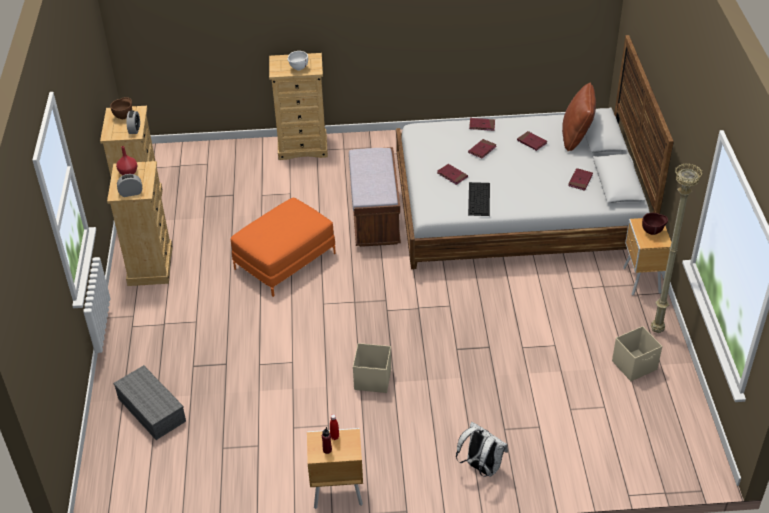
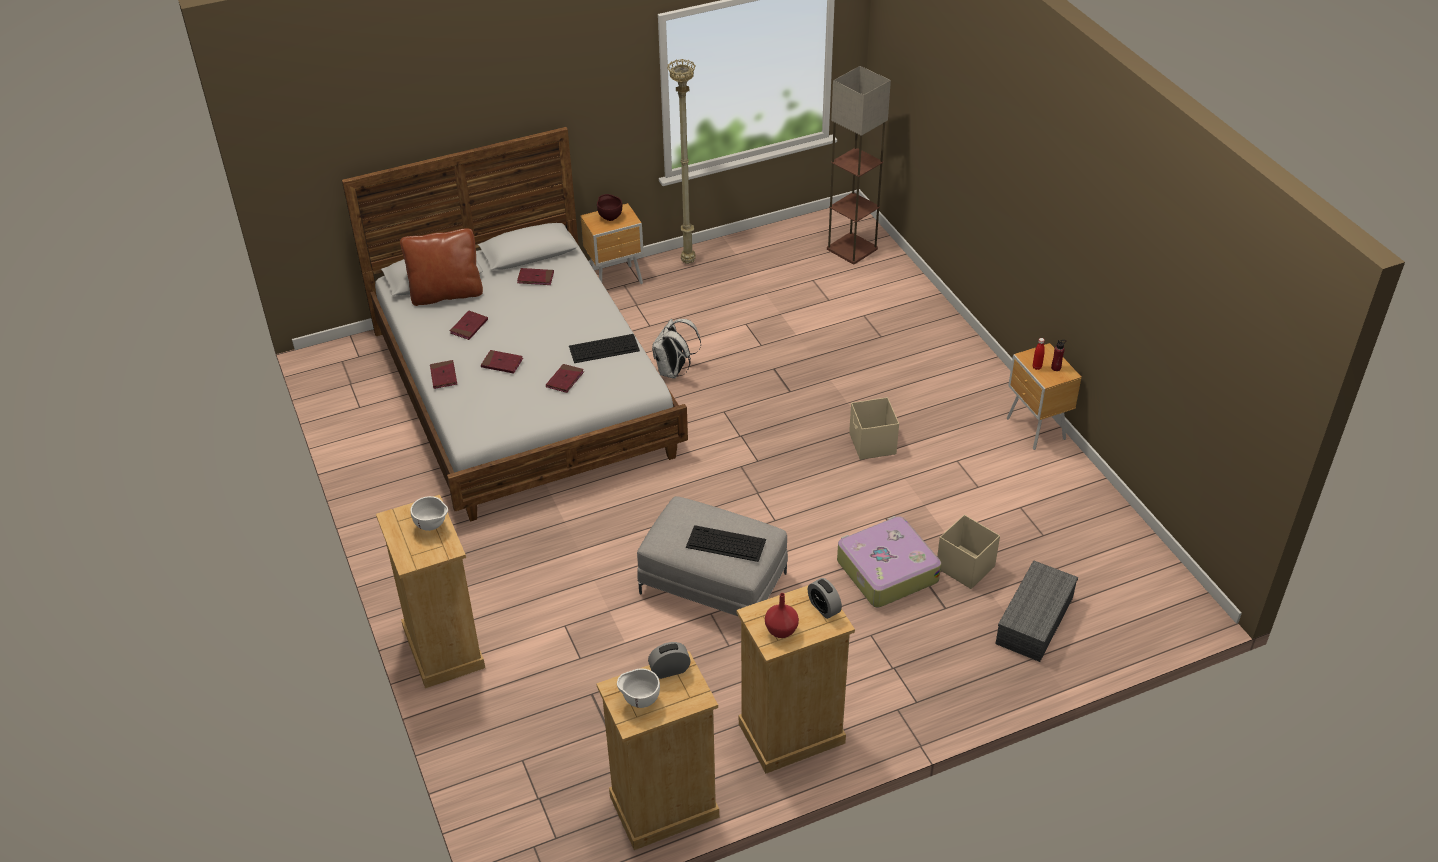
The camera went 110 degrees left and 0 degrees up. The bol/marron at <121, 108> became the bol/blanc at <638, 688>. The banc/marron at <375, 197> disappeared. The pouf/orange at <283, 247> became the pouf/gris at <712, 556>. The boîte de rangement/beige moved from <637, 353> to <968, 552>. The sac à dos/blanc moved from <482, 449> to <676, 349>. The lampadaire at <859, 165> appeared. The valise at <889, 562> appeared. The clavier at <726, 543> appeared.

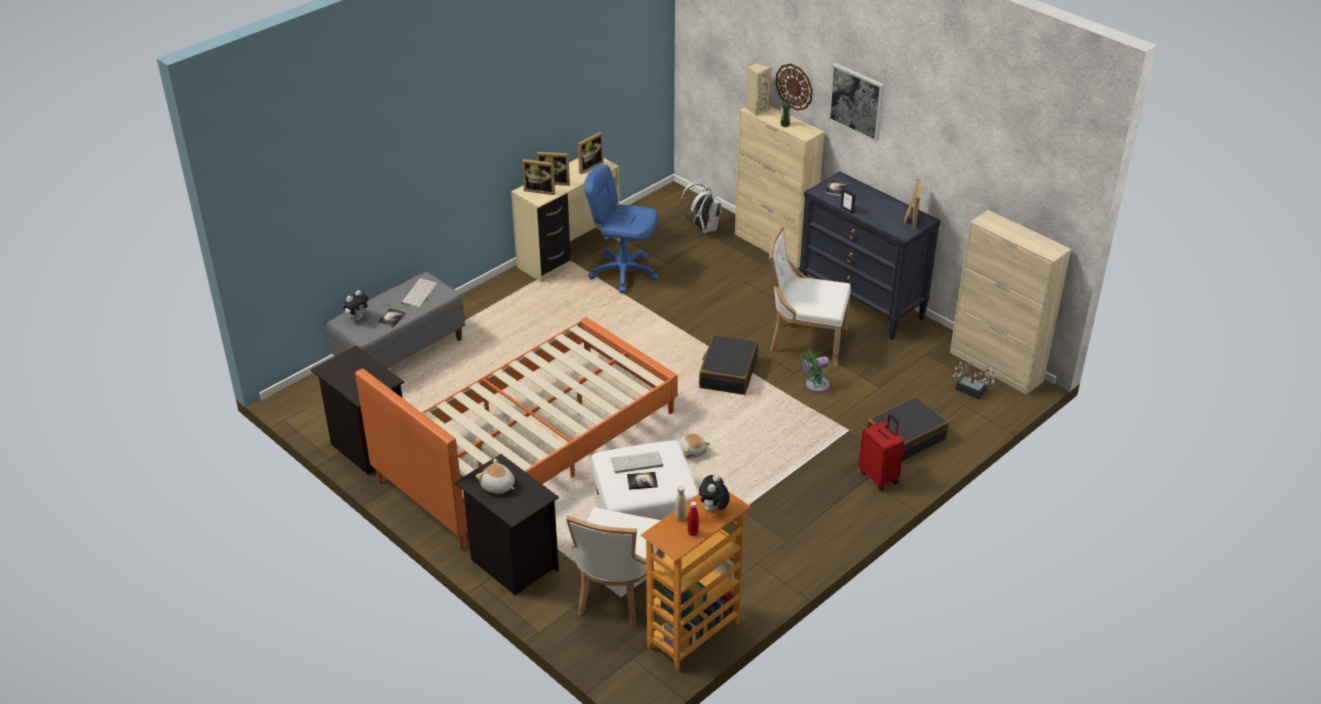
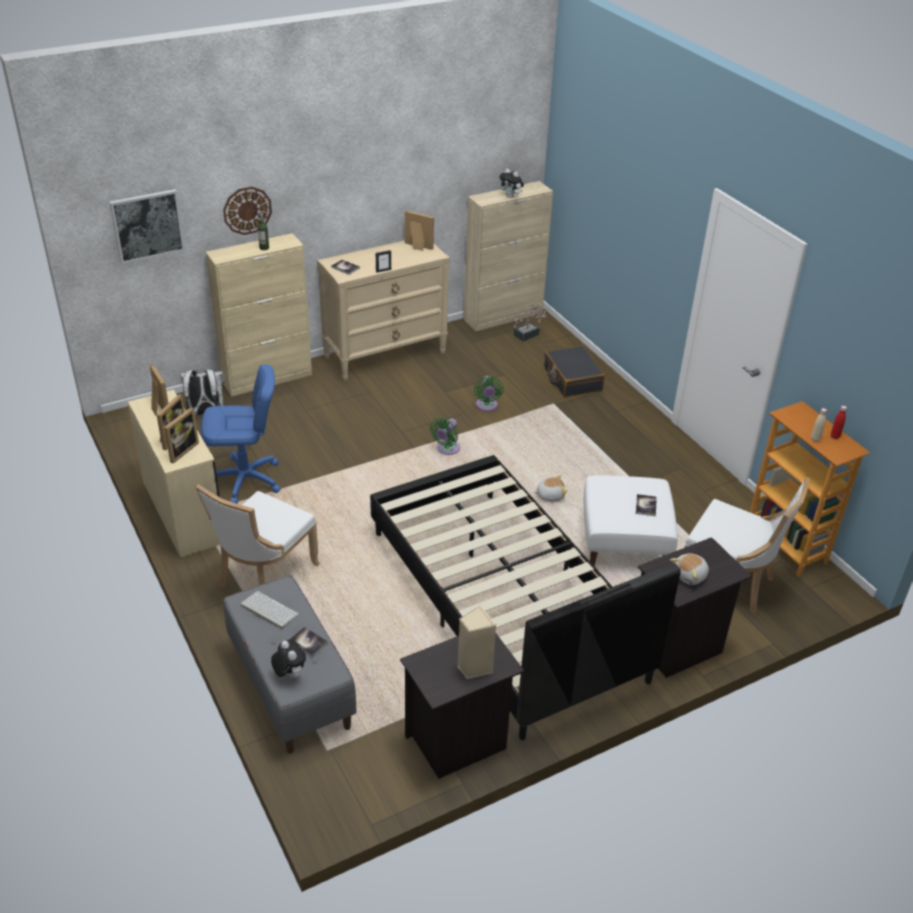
The camera went 75 degrees left and 0 degrees up. The enceinte/beige moved from <759, 89> to <476, 642>. The tableau moved from <856, 102> to <147, 226>. The chaise de bureau/bleu at <621, 229> turned 135 degrees counterclockwise. The commode/noir at <870, 255> became the commode/beige at <383, 310>. The chaise/blanc moved from <810, 296> to <258, 536>. The lit/orange at <516, 433> became the lit/noir at <525, 597>. The valise/noir at <728, 365> was replaced by the ventilateur/vert at <445, 436>. The valise/rouge at <881, 452> disappeared. The clavier at <637, 462> disappeared. The peluche moved from <714, 493> to <511, 183>.

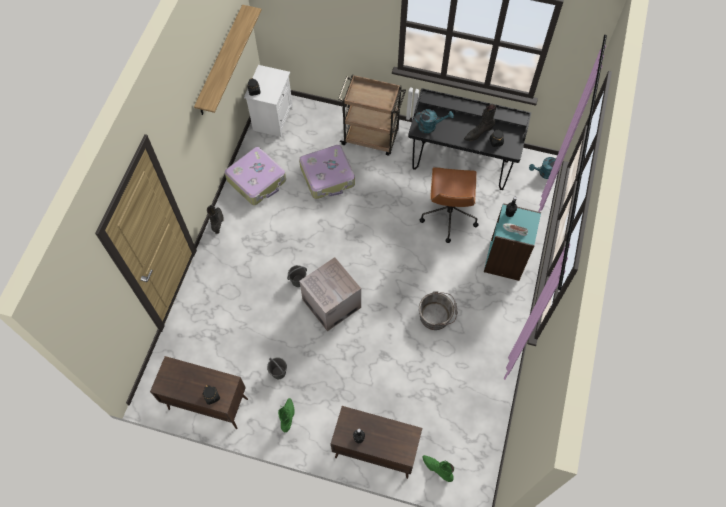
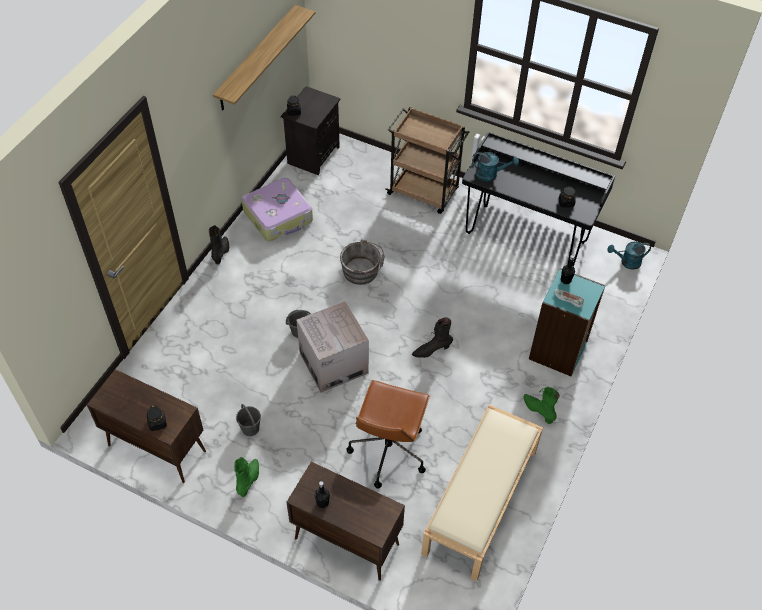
The camera went 10 degrees right and 10 degrees down. The table de chevet/blanc at <268, 101> became the table de chevet/noir at <311, 130>. The botte/noir moved from <480, 122> to <432, 337>. The valise at <327, 172> disappeared. The chaise de bureau/marron moved from <448, 205> to <388, 434>. The seau/gris moved from <438, 310> to <362, 262>. The botte/vert moved from <438, 468> to <542, 405>. The banc/beige at <482, 493> appeared.

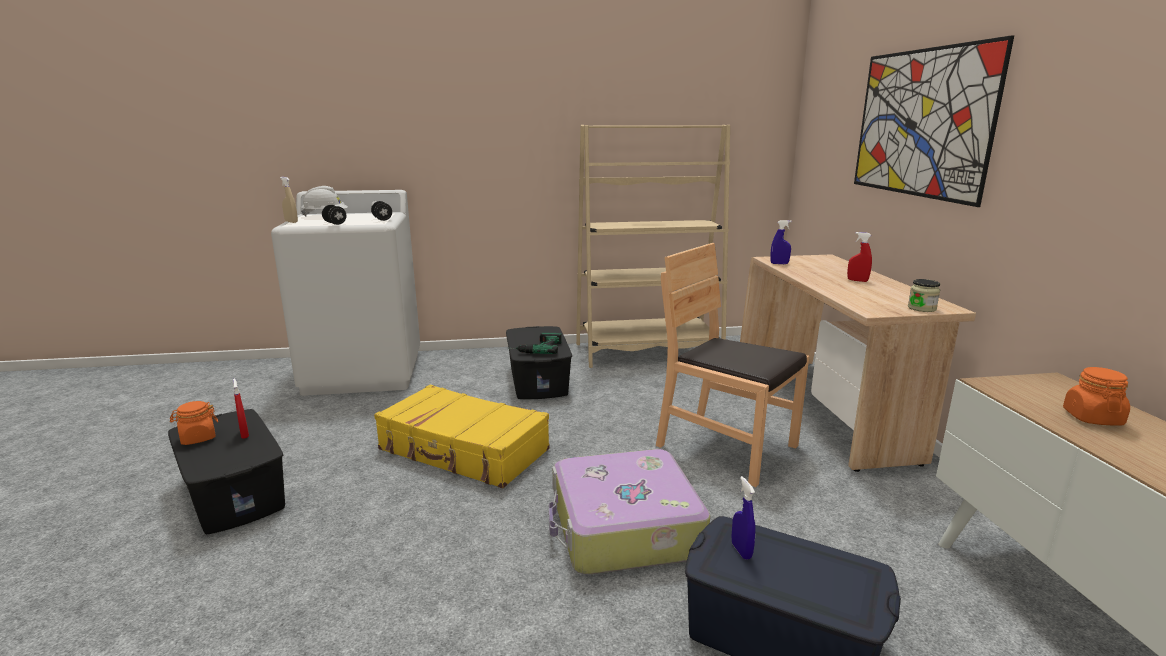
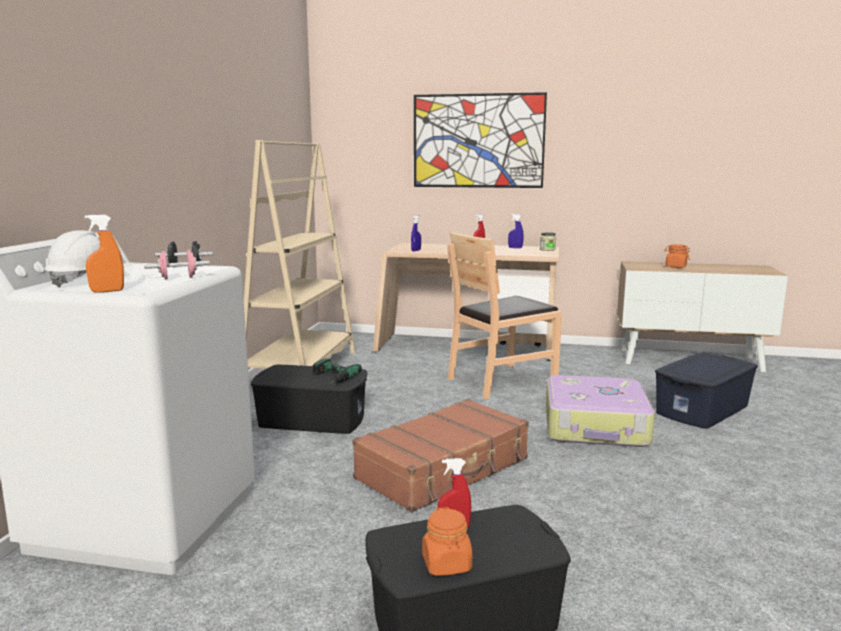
The camera went 70 degrees left and 5 degrees down. The vaporisateur/beige at <289, 200> became the vaporisateur/orange at <104, 253>. The haltère/noir at <334, 215> became the haltère/rose at <177, 265>. The valise/jaune at <462, 437> became the valise/marron at <440, 455>. The vaporisateur/bleu moved from <743, 518> to <515, 231>.

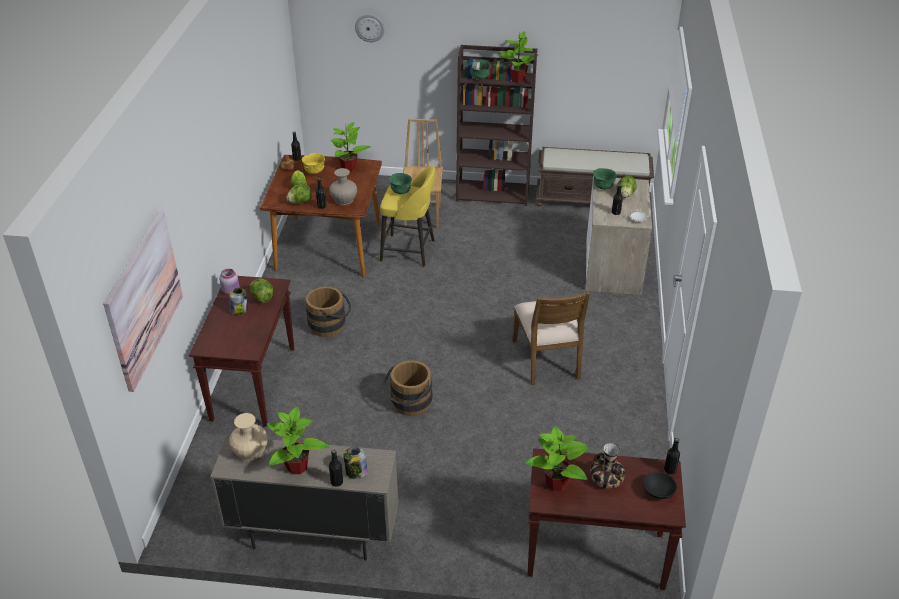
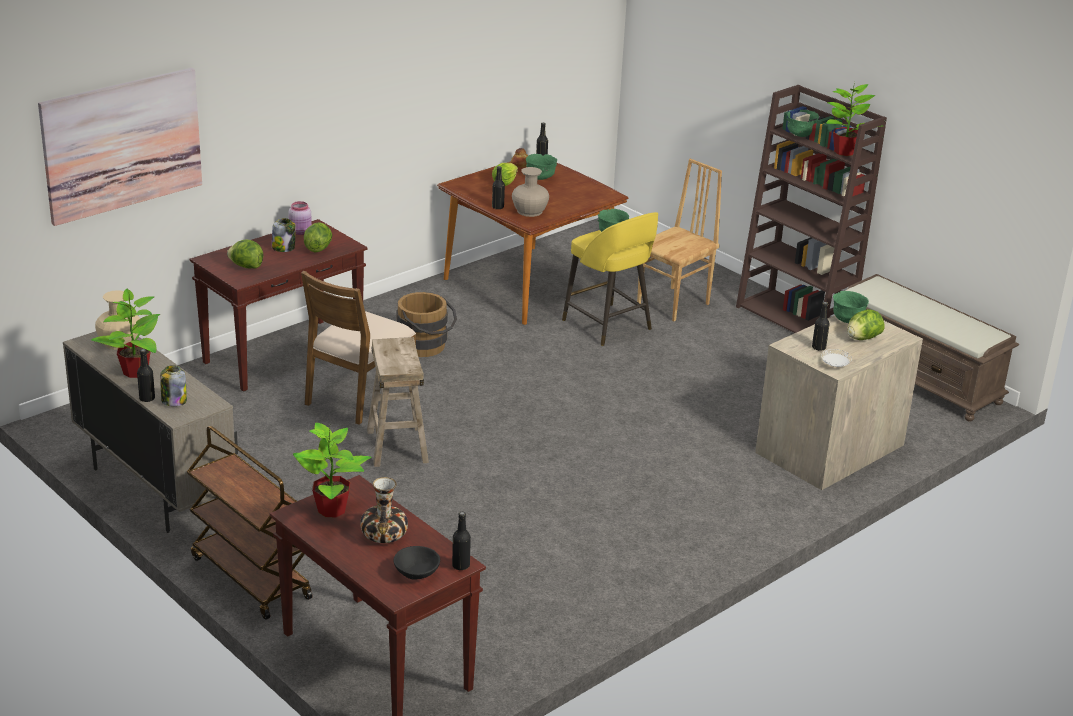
The camera went 40 degrees right and 10 degrees down. The horloge murale at <370, 28> disappeared. The plante en pot at <351, 147> disappeared. The bol/jaune at <313, 163> became the bol/vert at <541, 167>. The laitue moved from <299, 194> to <245, 254>. The chaise/marron moved from <551, 338> to <358, 348>. The seau/marron at <407, 388> was replaced by the tabouret/beige at <398, 402>. The chariot/marron at <250, 523> appeared.

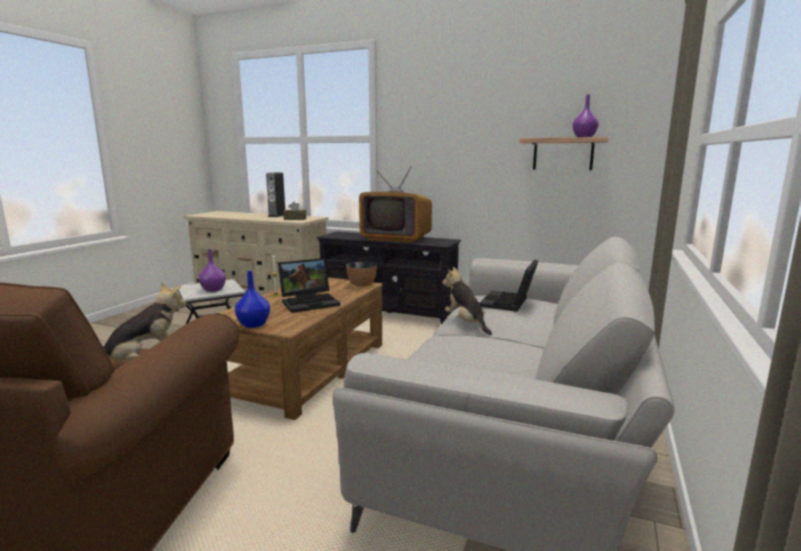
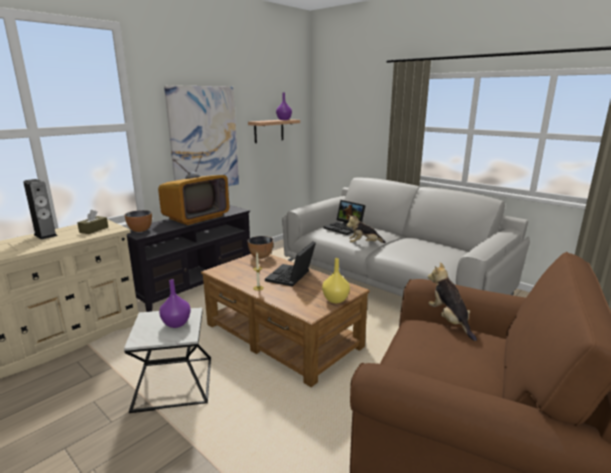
The camera went 70 degrees left and 5 degrees up. The ordinateur portable at <309, 285> turned 150 degrees counterclockwise. The vase/bleu at <252, 299> became the vase/jaune at <336, 280>. The tableau at <201, 135> appeared. The bol at <138, 221> appeared.

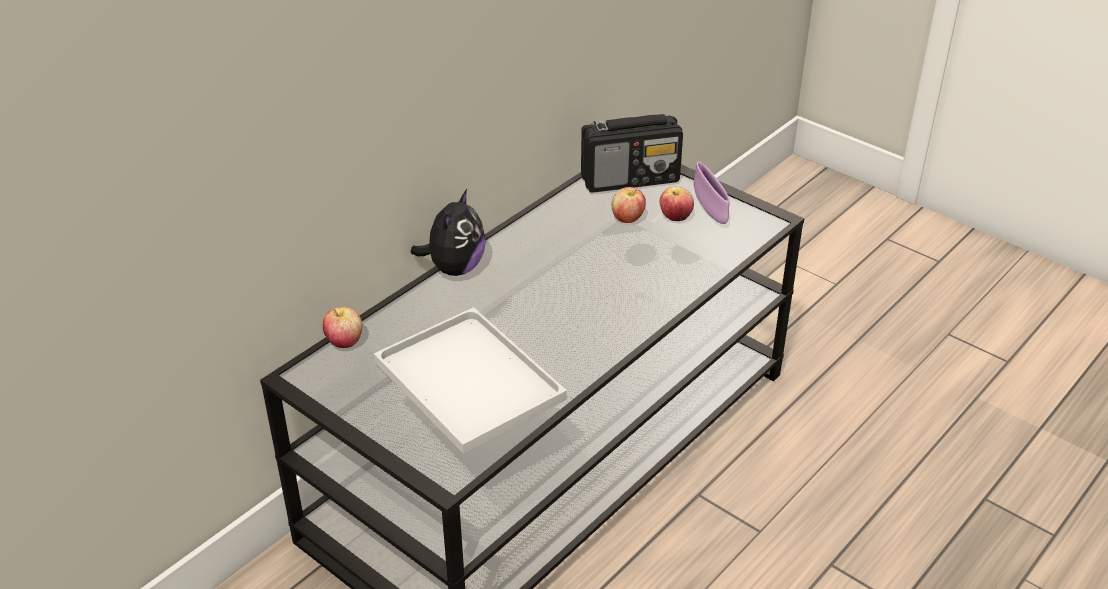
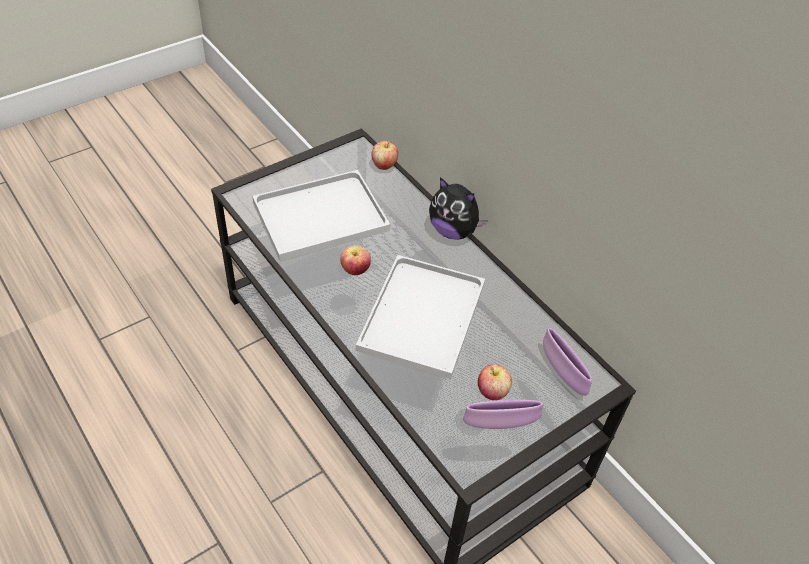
The camera went 100 degrees right and 10 degrees up. The radio at <632, 153> was replaced by the bol/violet at <567, 362>. The pomme moved from <629, 205> to <355, 260>. The plateau/blanc at <420, 317> appeared.

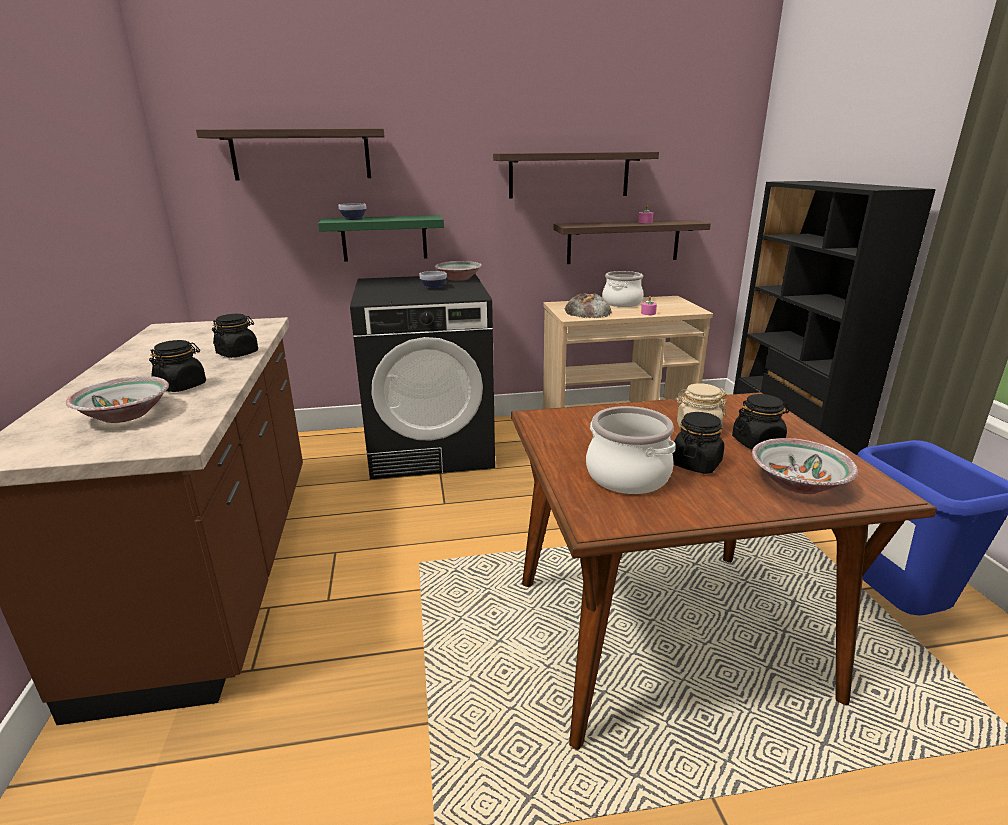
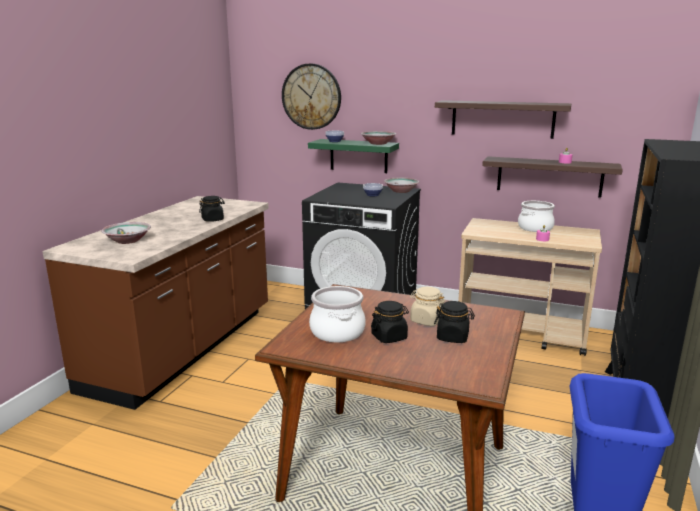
The camera went 30 degrees right and 5 degrees down. The étagère at <290, 154> was replaced by the horloge murale at <311, 97>. The pain at <588, 305> disappeared. The bocal/noir at <177, 366> disappeared. The bol moved from <805, 466> to <378, 138>.

